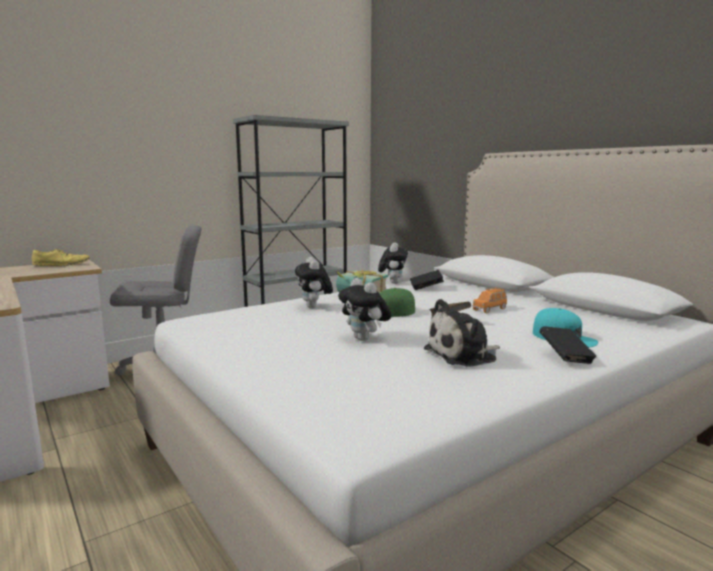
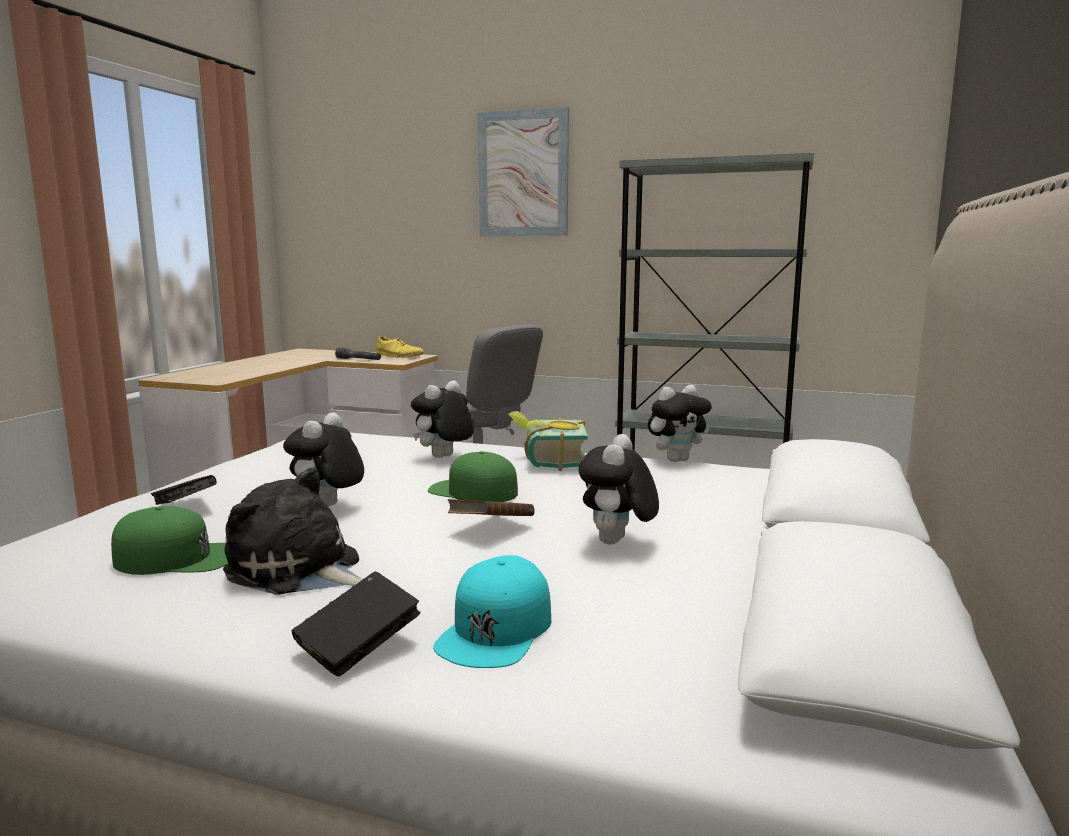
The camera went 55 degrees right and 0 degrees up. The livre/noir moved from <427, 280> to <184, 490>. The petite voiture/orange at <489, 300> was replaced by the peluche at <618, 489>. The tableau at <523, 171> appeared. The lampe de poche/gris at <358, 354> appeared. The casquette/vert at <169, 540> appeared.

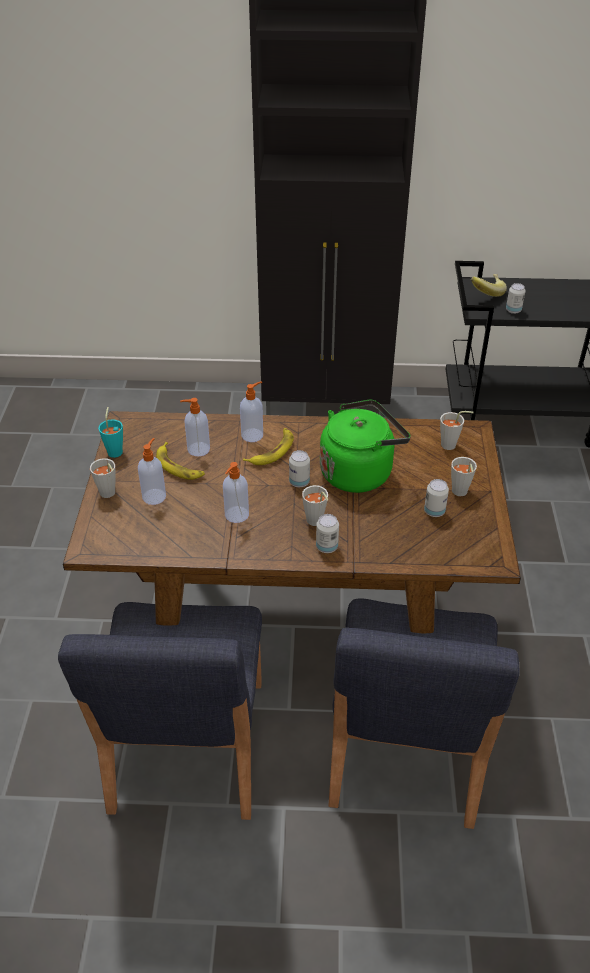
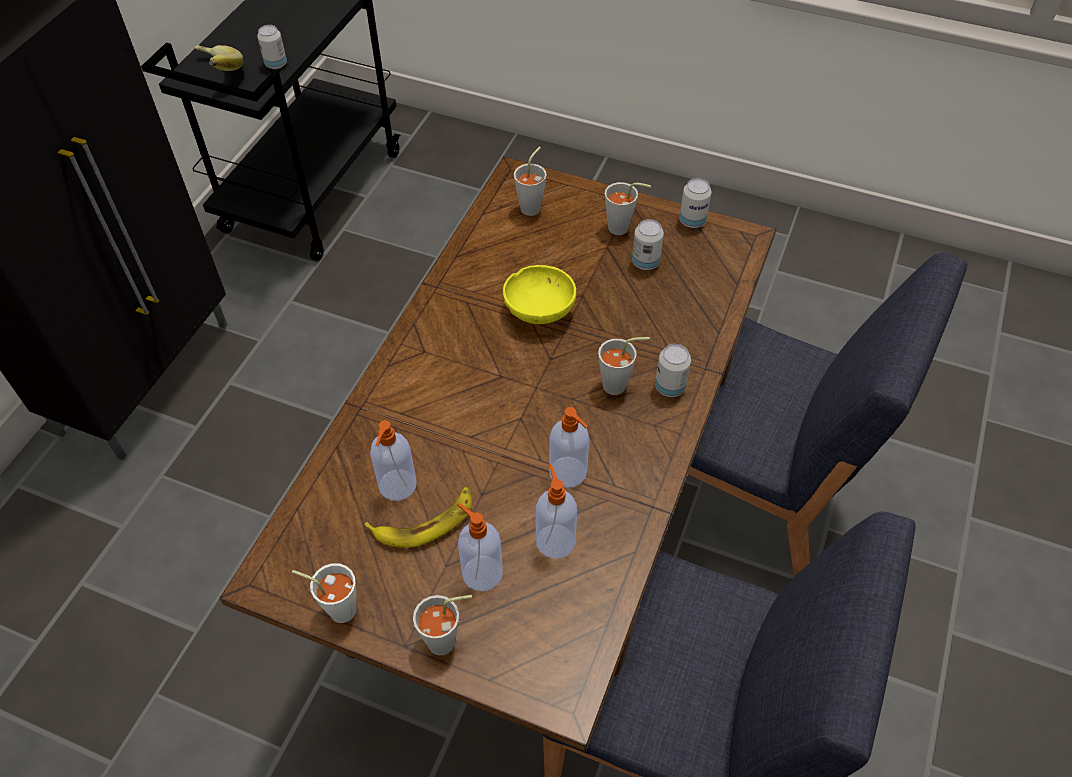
The camera went 70 degrees left and 10 degrees up. The distributeur de savon moved from <251, 411> to <556, 511>. The bouilloire/vert at <365, 446> was replaced by the bol/jaune at <539, 294>. The tasse/turquoise at <110, 432> became the tasse/blanc at <324, 593>. The banane at <268, 446> disappeared. The boîte métallique moved from <299, 468> to <695, 203>.

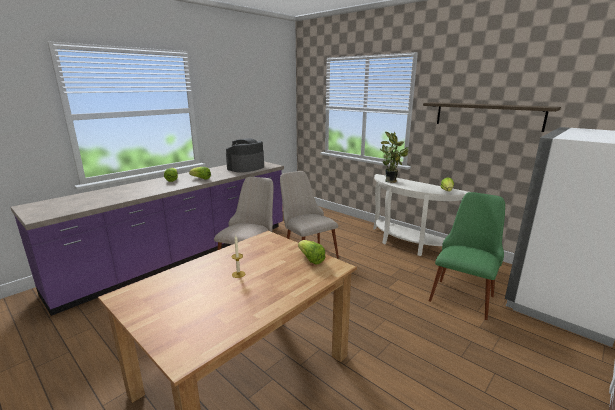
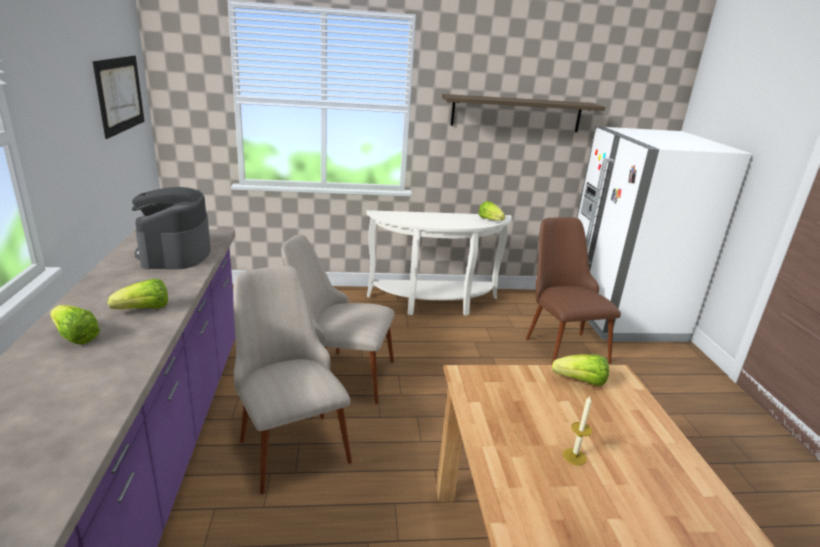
The camera went 50 degrees left and 5 degrees up. The plante en pot at <394, 157> disappeared. The chaise/vert at <467, 256> became the chaise/marron at <573, 291>. The tableau at <119, 97> appeared.

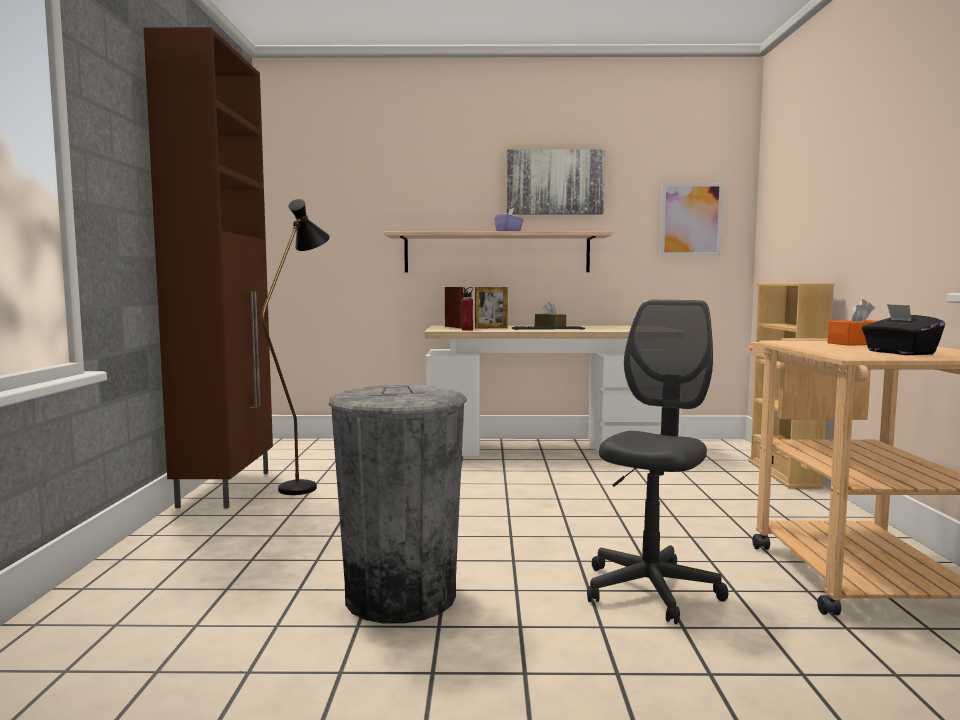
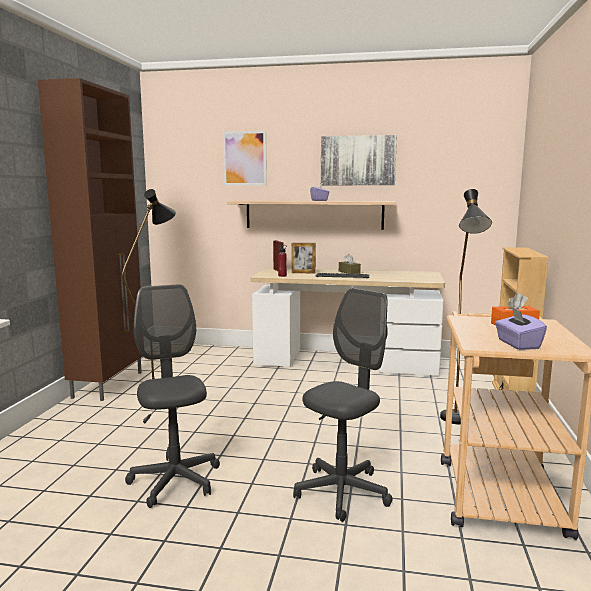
The camera went 10 degrees right and 5 degrees up. The tableau moved from <691, 219> to <245, 158>. The boîte à mouchoirs/noir at <903, 329> became the boîte à mouchoirs/violet at <521, 328>. The poubelle/gris at <398, 504> was replaced by the chaise de bureau/gris at <172, 396>. The lampadaire/noir at <466, 306> appeared.

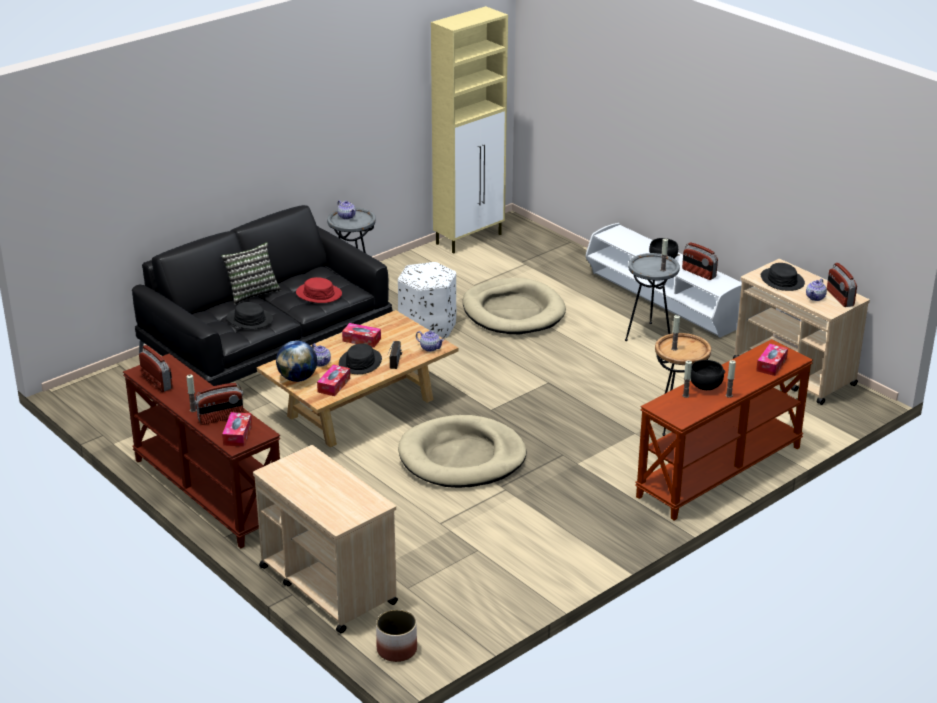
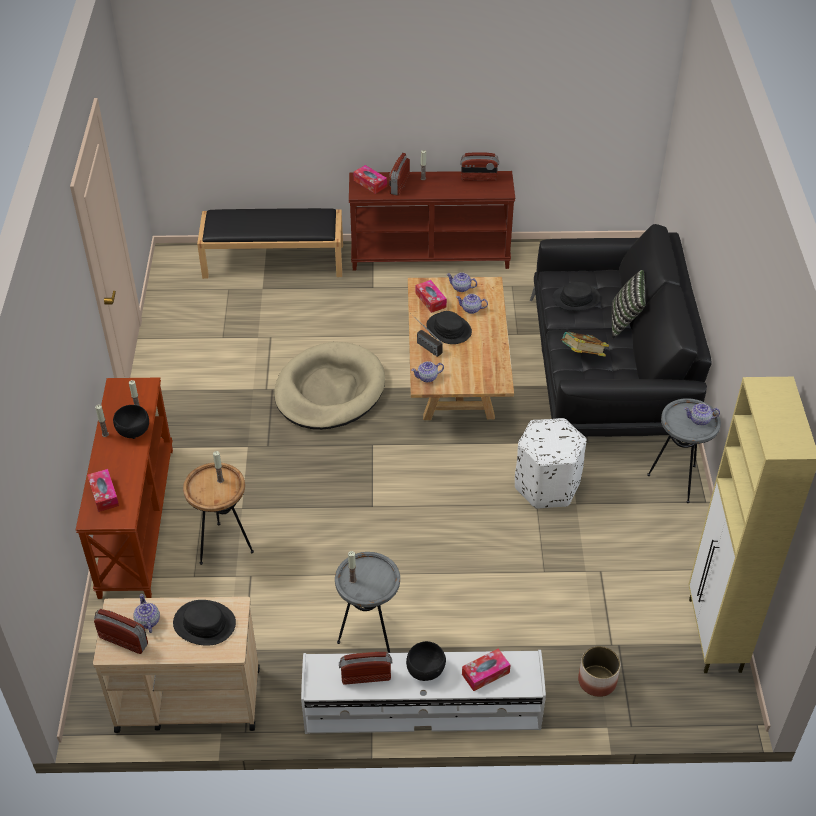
The camera went 130 degrees right and 15 degrees up. The chapeau/rouge at <319, 290> was replaced by the livre at <585, 344>. The panier pour chien/beige at <514, 306> disappeared. The boîte à mouchoirs moved from <361, 335> to <486, 670>. The globe at <296, 361> was replaced by the théière at <461, 282>. The chariot/beige at <325, 539> was replaced by the banc/noir at <270, 243>. The cache-pot moved from <396, 635> to <599, 671>.

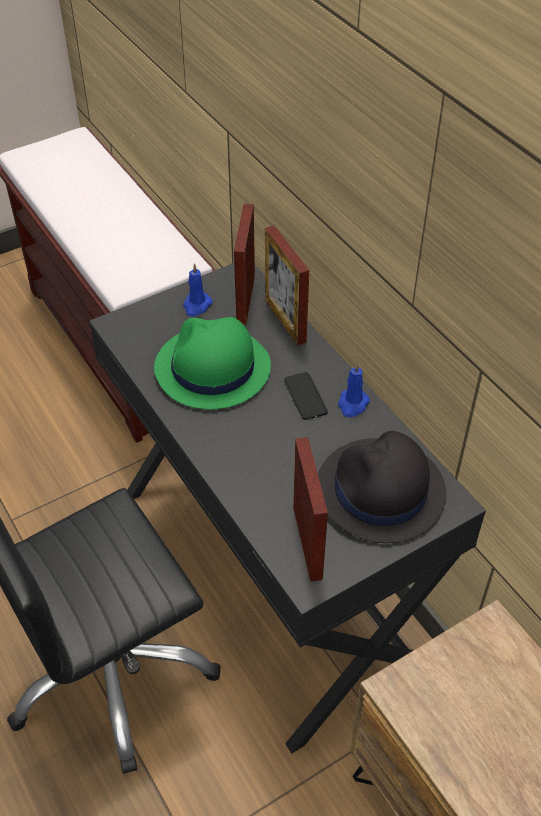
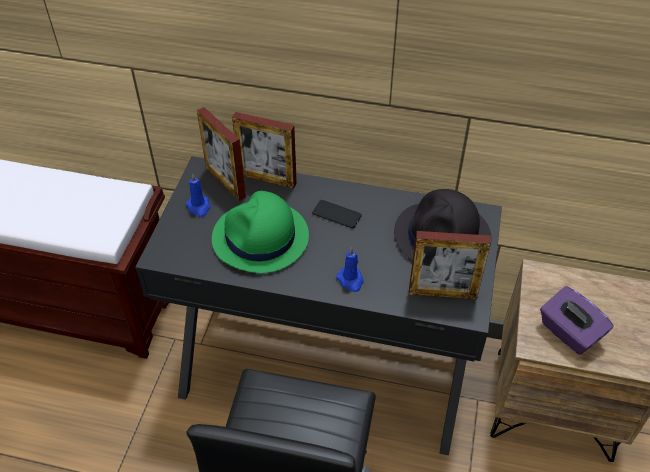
The camera went 45 degrees left and 0 degrees up. The bougie/bleu moved from <354, 389> to <350, 269>. The cadre photo at <310, 509> turned 150 degrees clockwise. The boîte à mouchoirs/violet at <576, 320> appeared.

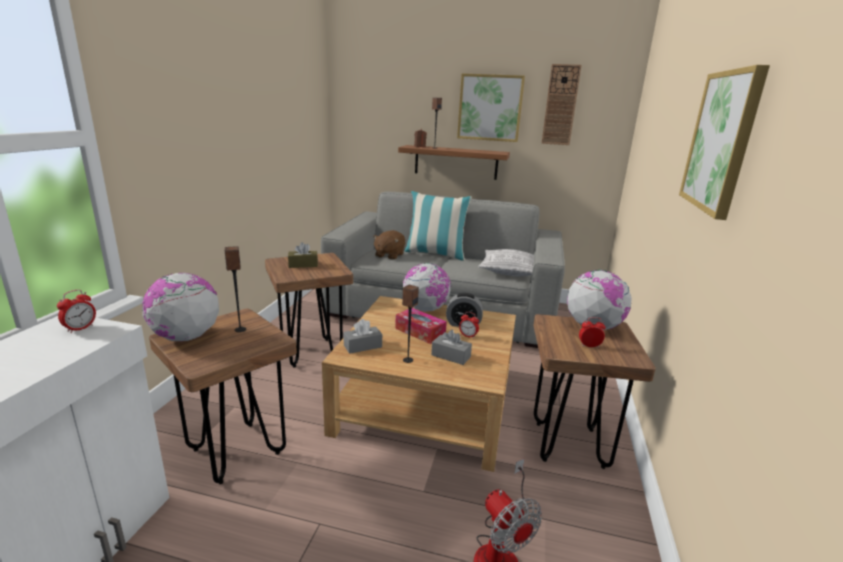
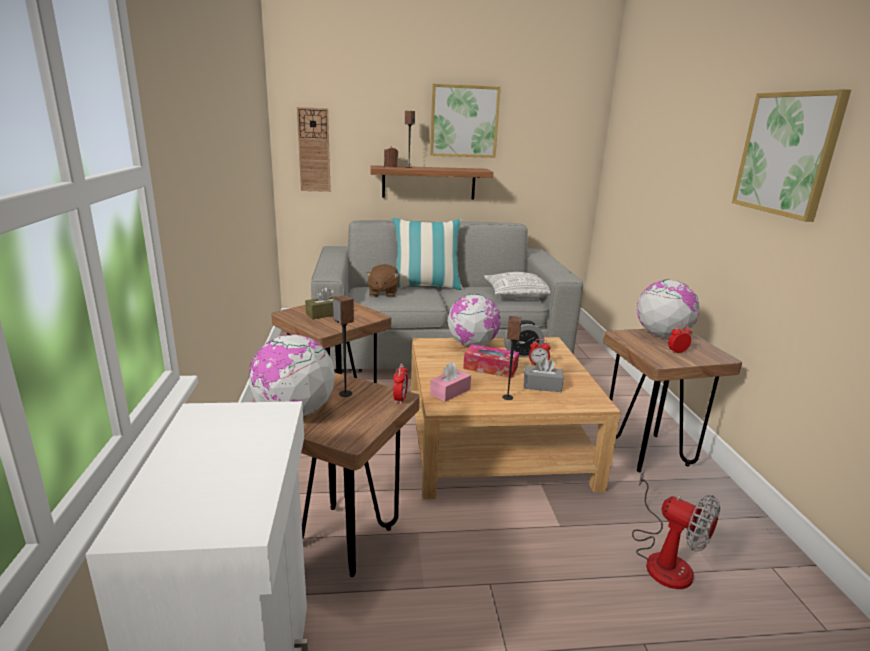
The camera went 20 degrees left and 0 degrees up. The horloge murale moved from <561, 104> to <314, 149>. The réveil moved from <76, 311> to <400, 383>. The boîte à mouchoirs/gris at <362, 336> became the boîte à mouchoirs/rose at <450, 382>.

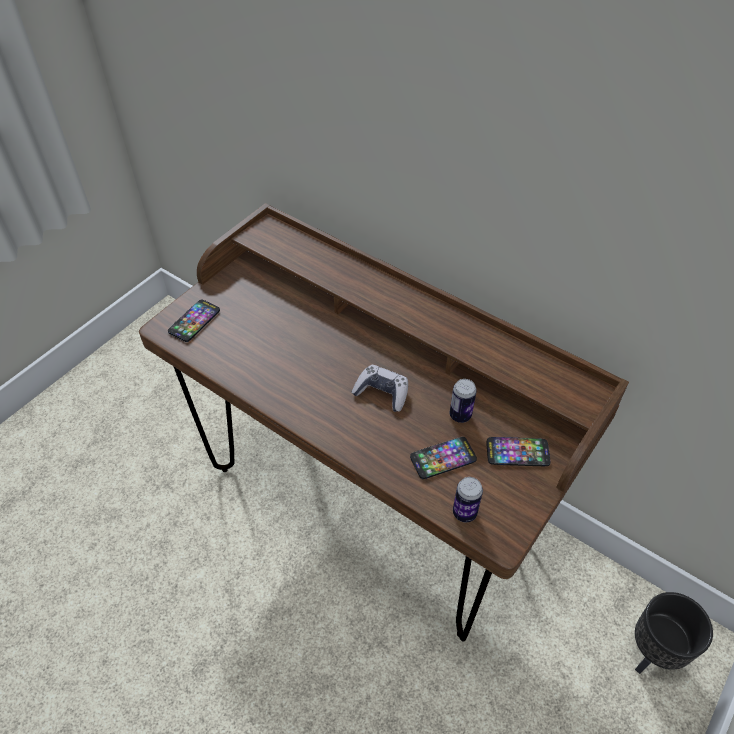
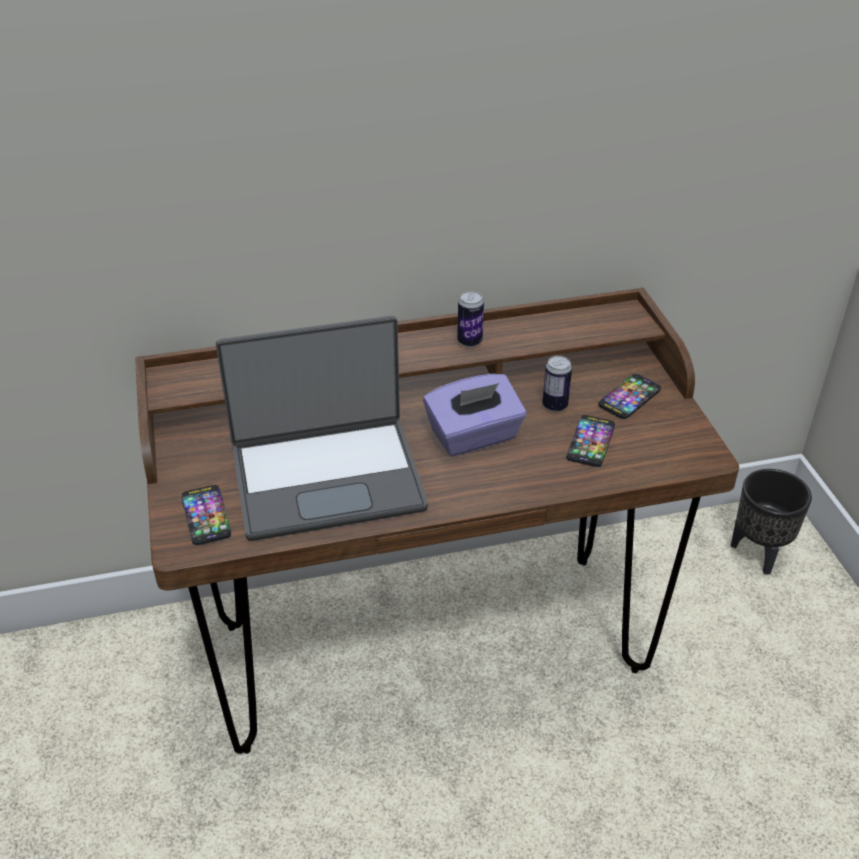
The camera went 50 degrees left and 10 degrees down. The manette at <379, 388> was replaced by the boîte à mouchoirs/violet at <474, 415>. The boîte métallique moved from <468, 499> to <470, 319>. The ordinateur portable at <322, 428> appeared.

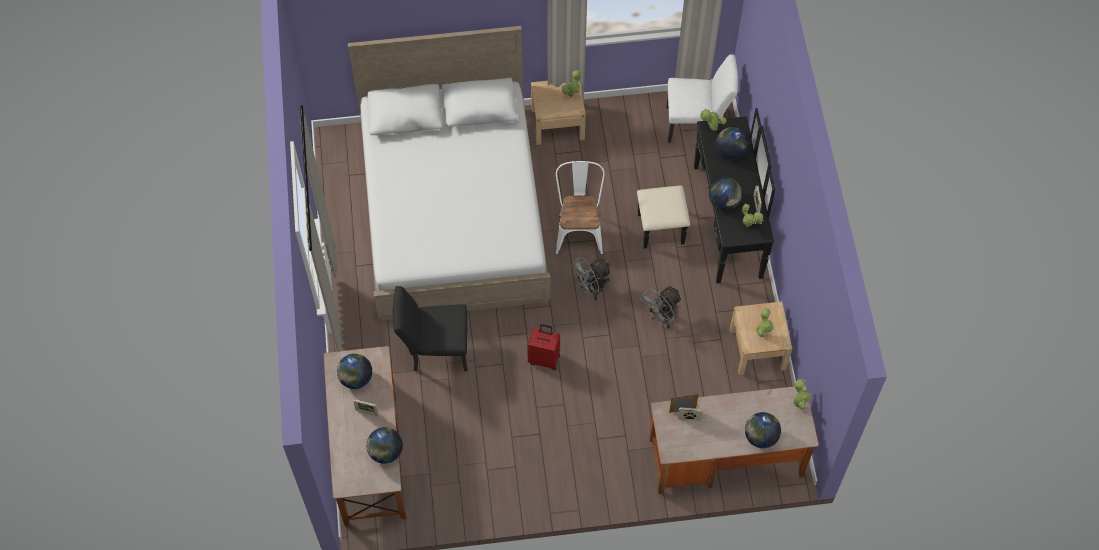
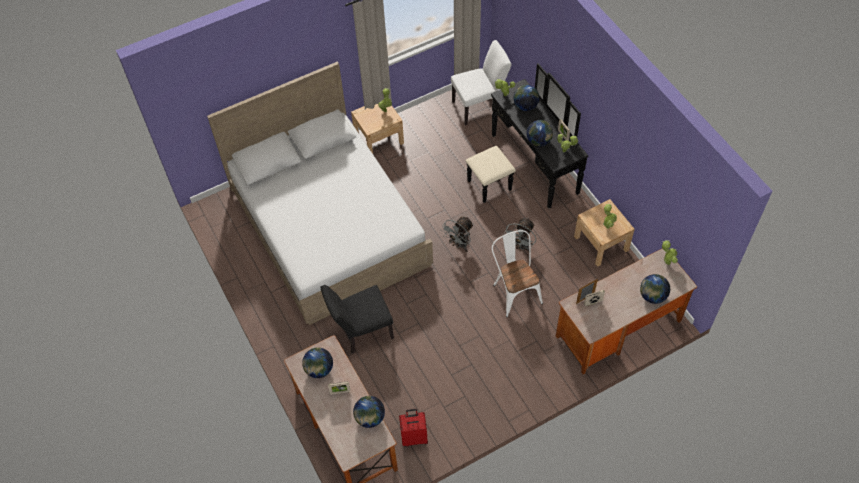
The camera went 20 degrees left and 5 degrees down. The chaise/blanc moved from <580, 208> to <517, 273>. The valise/rouge moved from <543, 347> to <413, 428>.

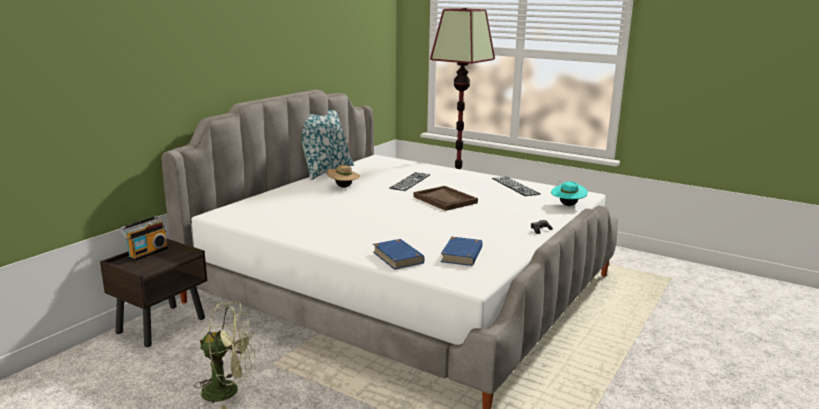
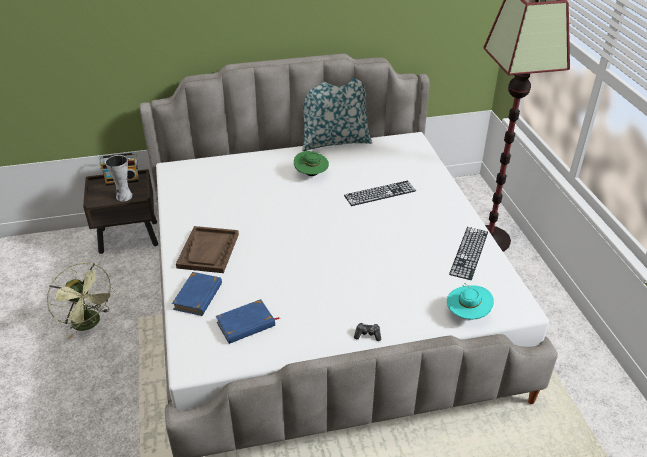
The camera went 45 degrees right and 20 degrees up. The chapeau/beige at <343, 176> became the chapeau/vert at <311, 163>. The plateau/marron moved from <445, 198> to <207, 249>. The vase at <119, 178> appeared.

